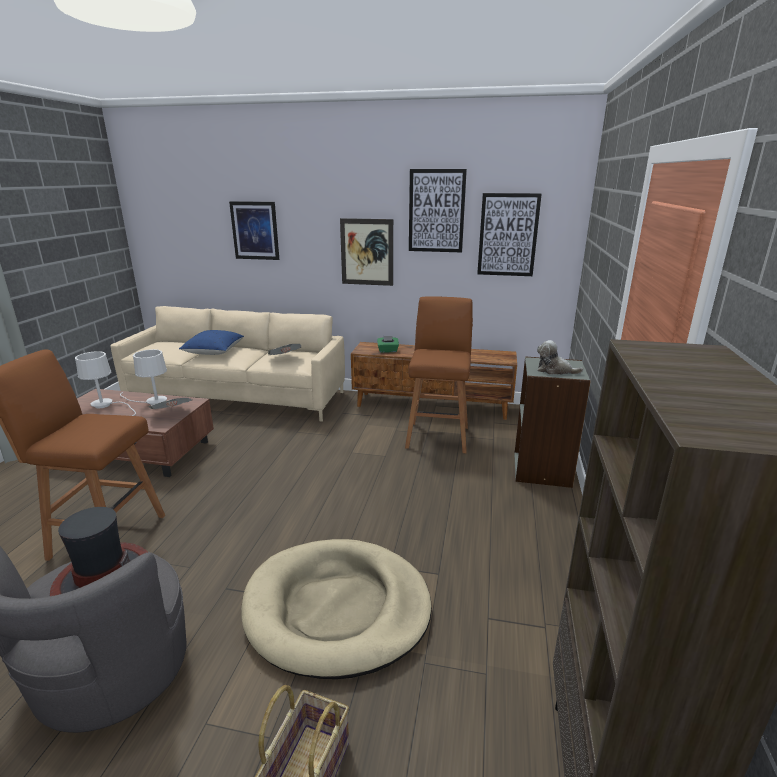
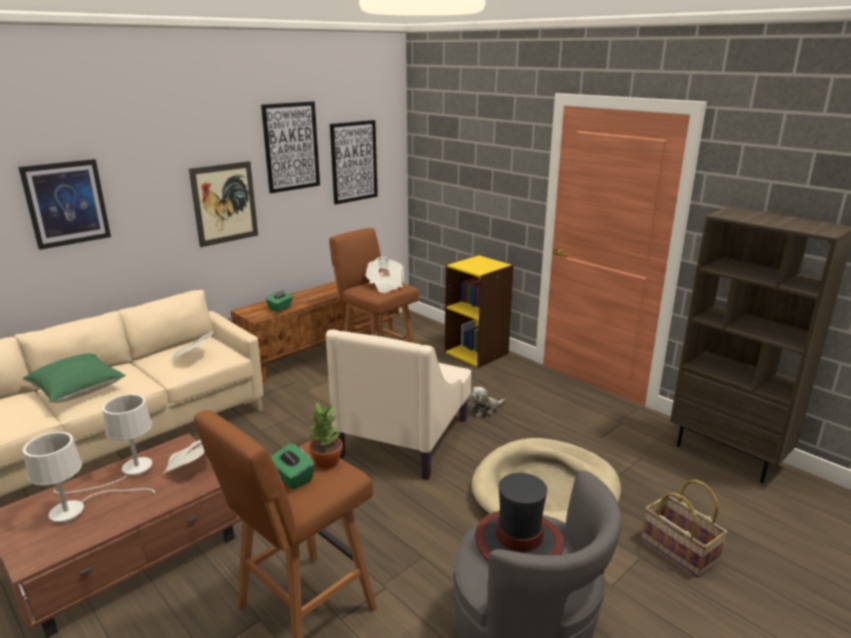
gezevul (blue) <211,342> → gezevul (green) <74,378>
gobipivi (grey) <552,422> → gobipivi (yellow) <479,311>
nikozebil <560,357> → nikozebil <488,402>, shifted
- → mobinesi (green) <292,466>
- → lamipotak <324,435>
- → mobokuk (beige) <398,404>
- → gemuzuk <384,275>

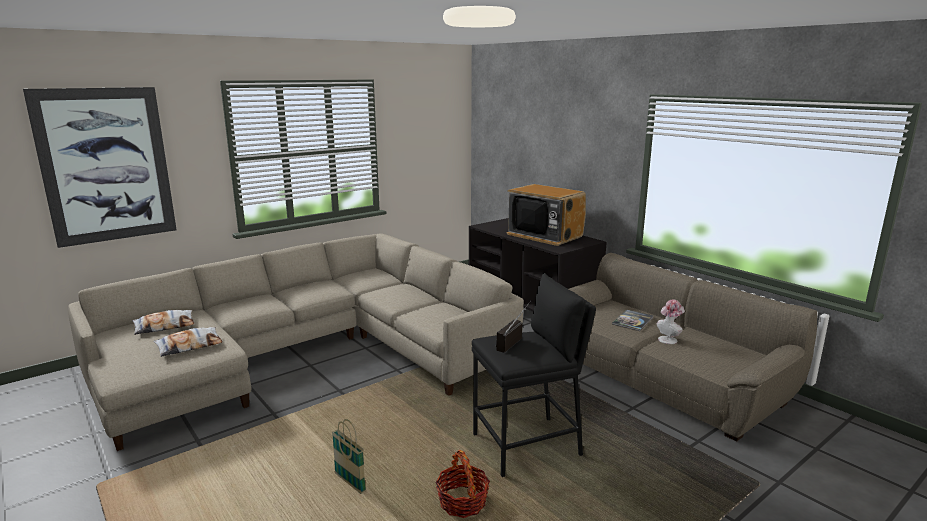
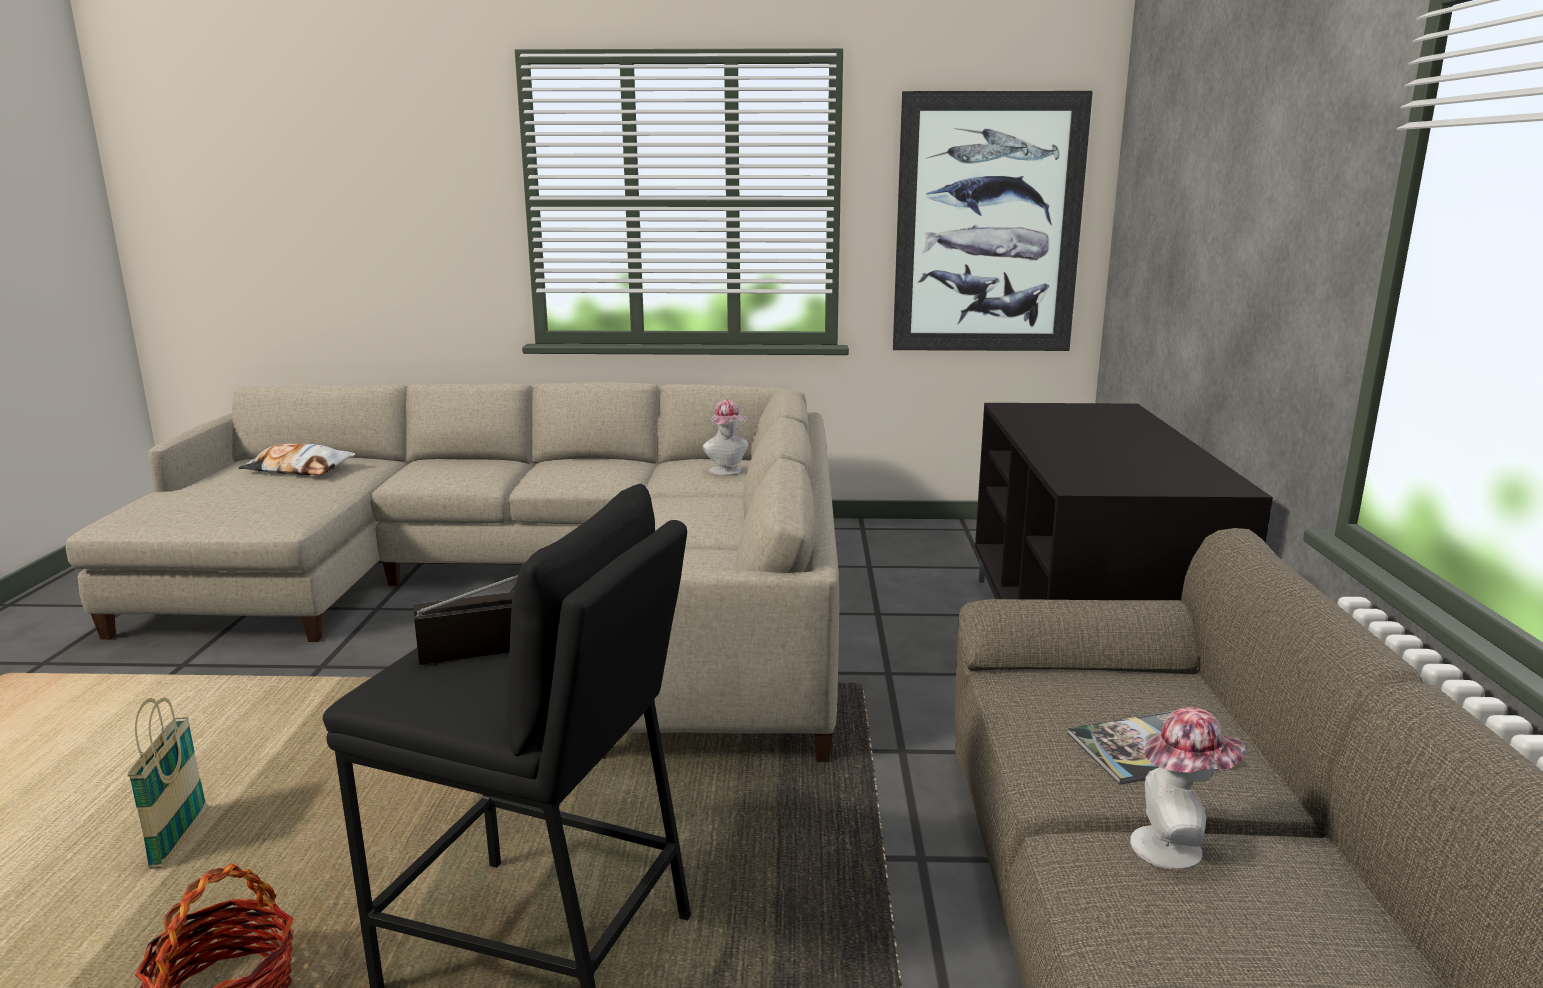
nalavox <100,167> → nalavox <993,221>, shifted
gezevul <188,342> → -
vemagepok <546,215> → -
- → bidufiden <725,437>

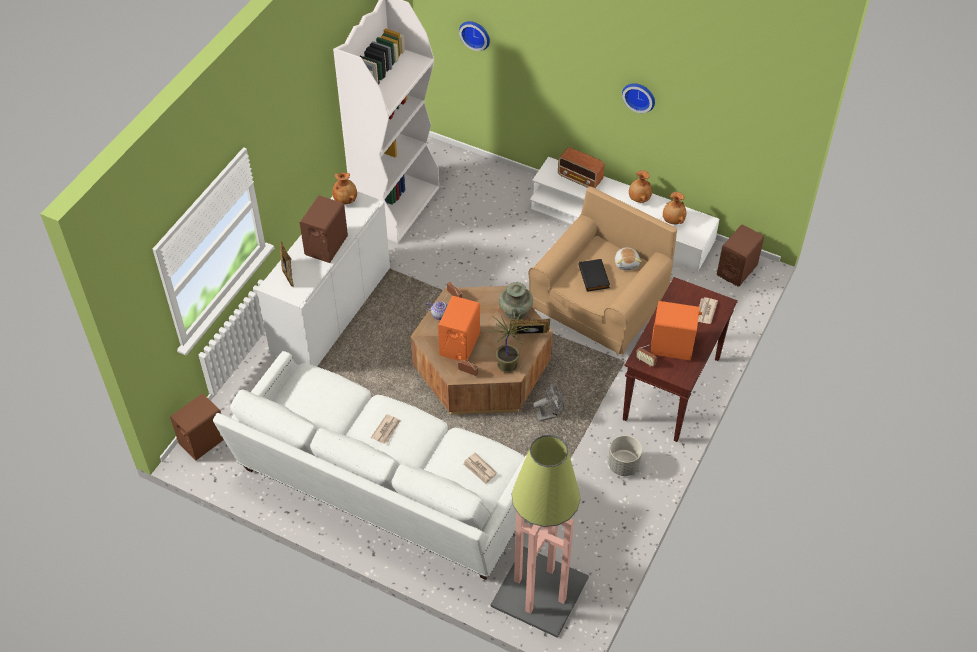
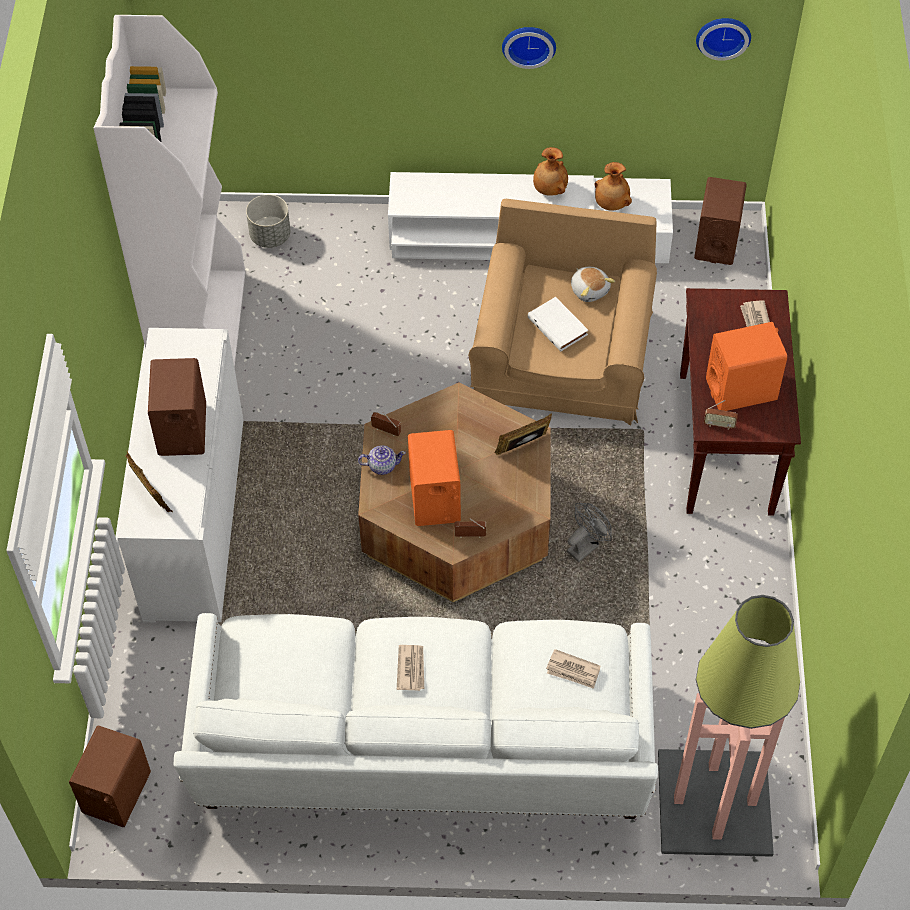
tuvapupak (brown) <344,188> → -
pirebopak <474,36> → pirebopak <723,39>, shifted
lamipotak <512,342> → -
tuvapupak (turquoise) <516,301> → -
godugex <581,167> → -
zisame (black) <594,275> → zisame (white) <558,324>
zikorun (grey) <625,456> → zikorun (grey) <268,221>, shifted

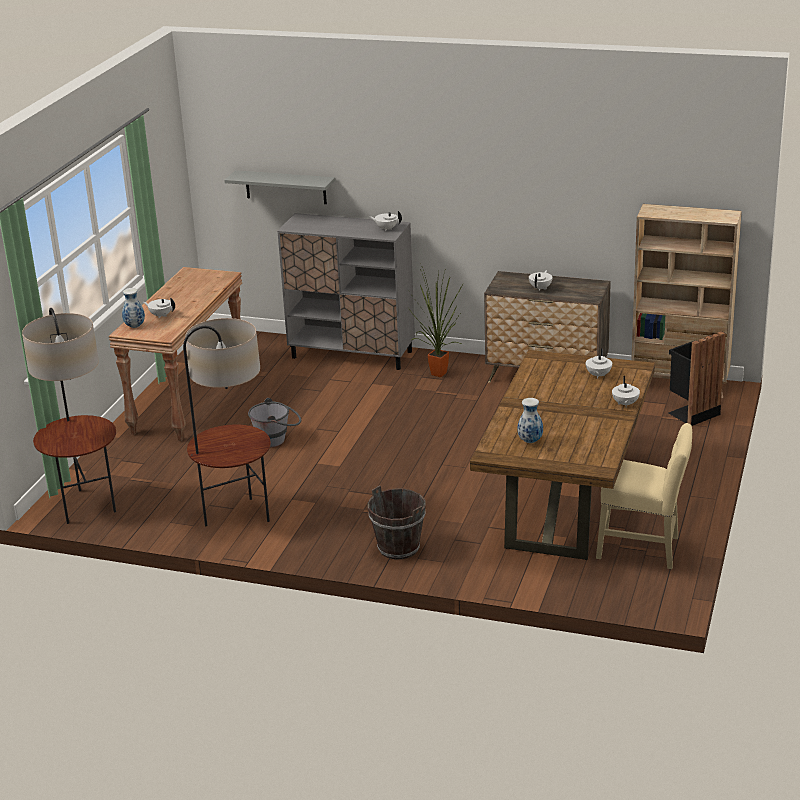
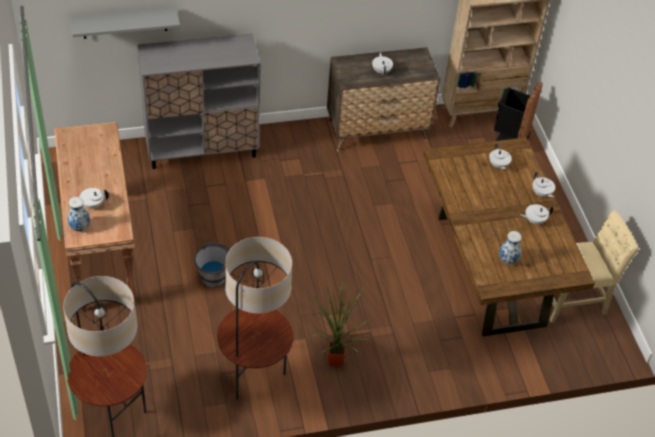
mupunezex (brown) <397,522> → -
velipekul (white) <385,221> → velipekul (white) <536,214>, shifted
lamipotak <436,322> → lamipotak <341,324>, shifted

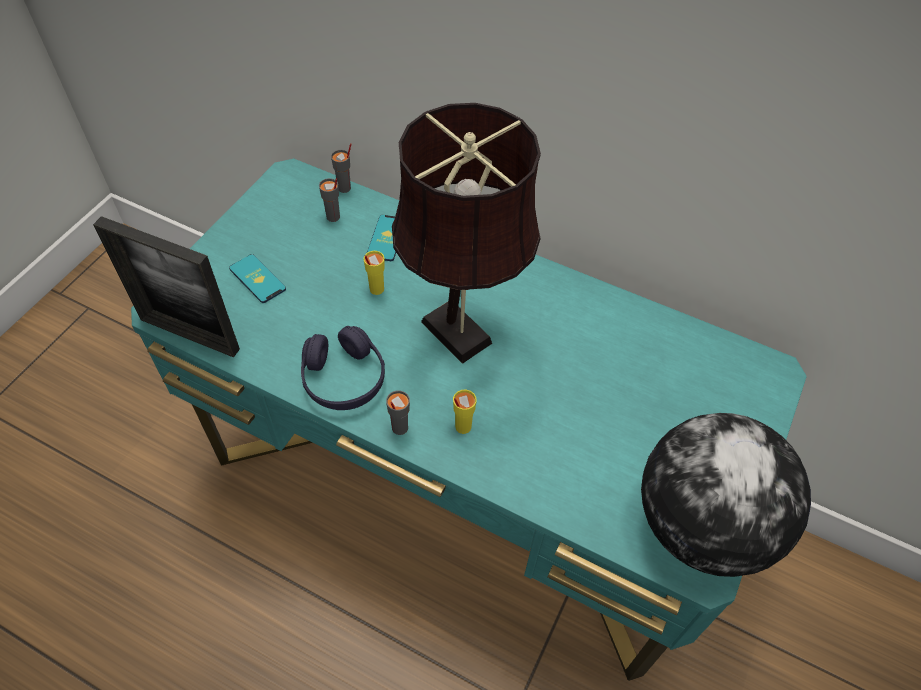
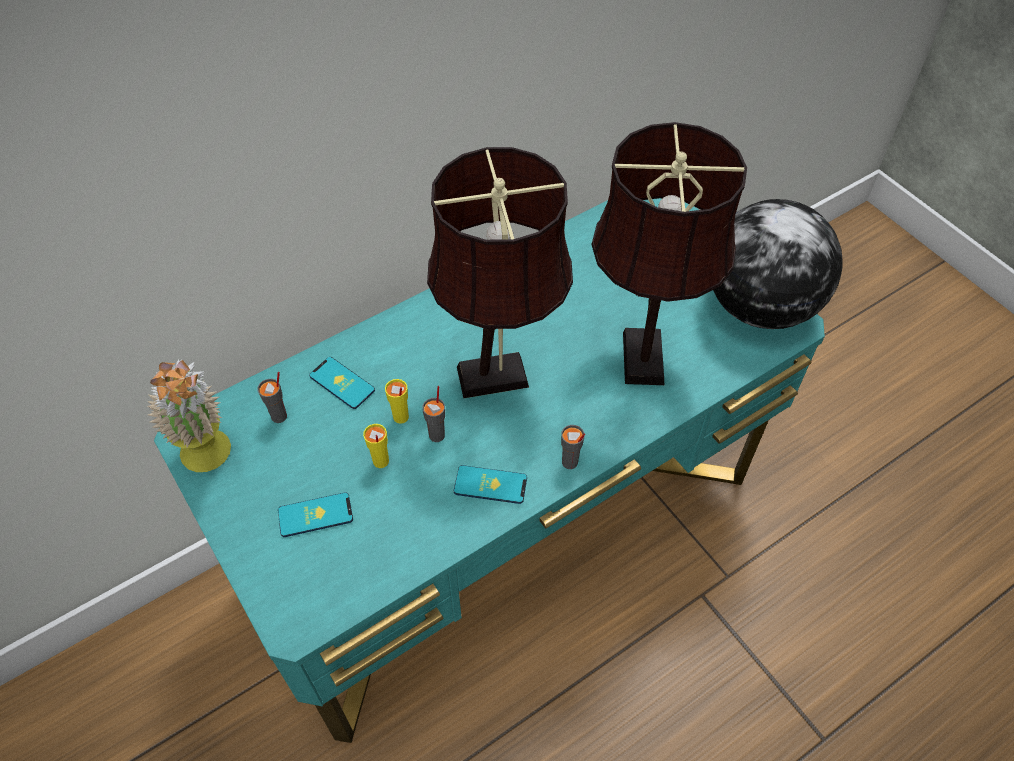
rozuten <166,286> → -
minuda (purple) <343,368> → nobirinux <490,484>
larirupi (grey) <341,168> → larirupi (grey) <433,414>, shifted
larirupi (yellow) <465,412> → larirupi (yellow) <376,446>, shifted
- → lamipotak <189,415>
- → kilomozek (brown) <669,253>

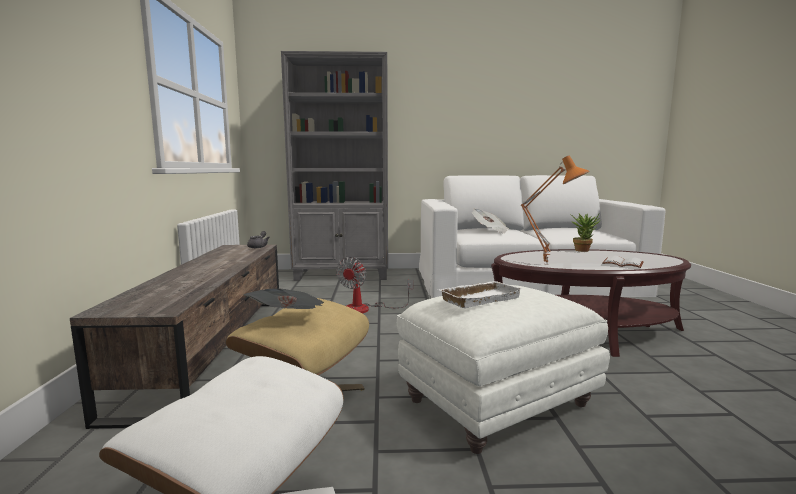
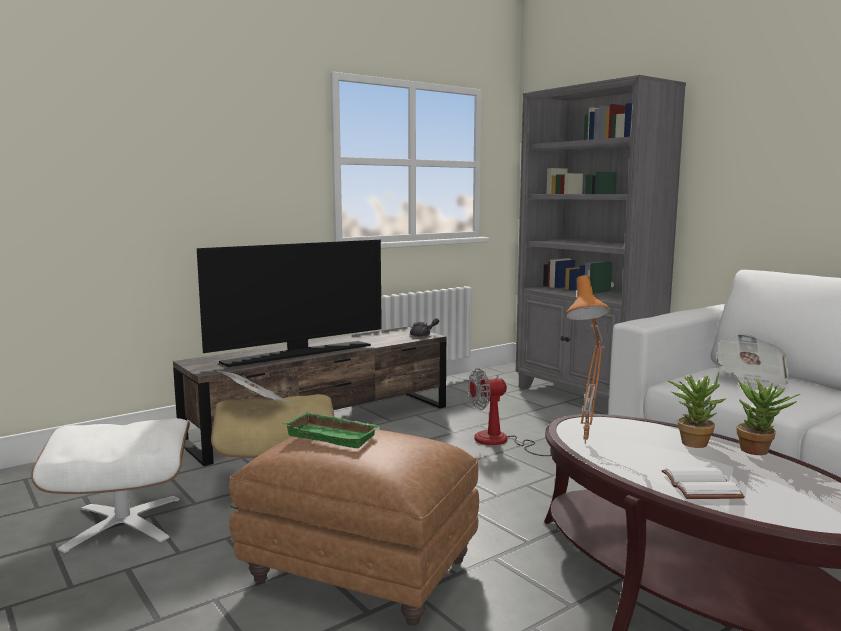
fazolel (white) <503,369> → fazolel (brown) <354,527>
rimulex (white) <480,294> → rimulex (green) <331,430>
- → vemagepok <289,303>
- → lamipotak <697,410>

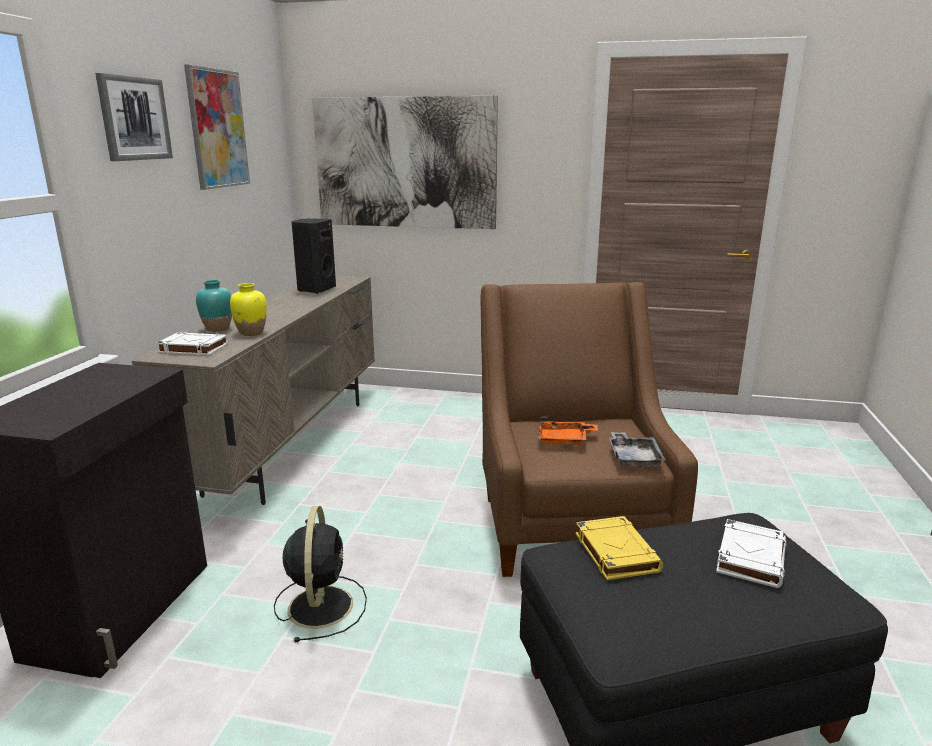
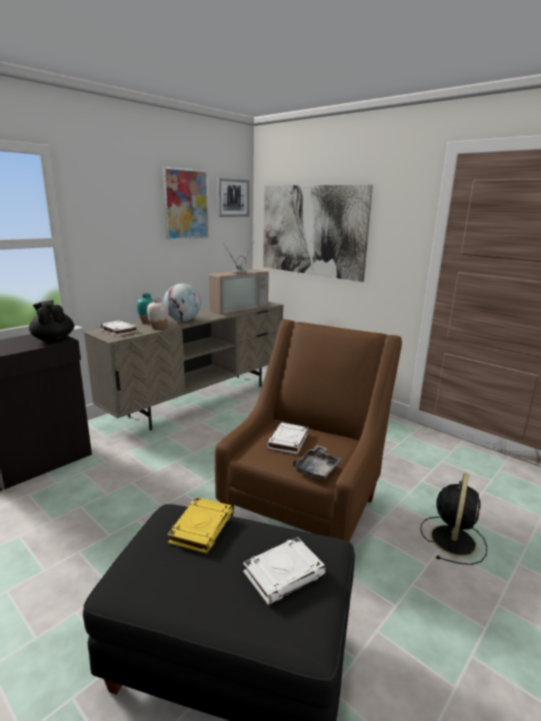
nalavox <134,117> → nalavox <233,197>, shifted
tuvapupak (yellow) <248,309> → tuvapupak (white) <158,313>
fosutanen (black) <320,574> → fosutanen (black) <453,519>, shifted
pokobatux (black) <313,256> → vemagepok <238,279>
rimulex (orange) <568,431> → zisame (white) <287,438>
- → velipekul (black) <51,321>
- → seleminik <182,302>

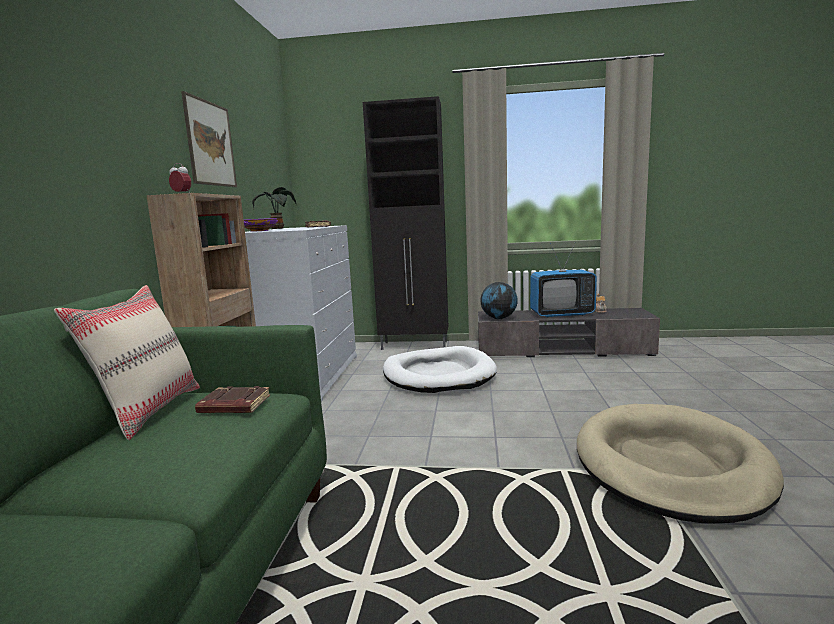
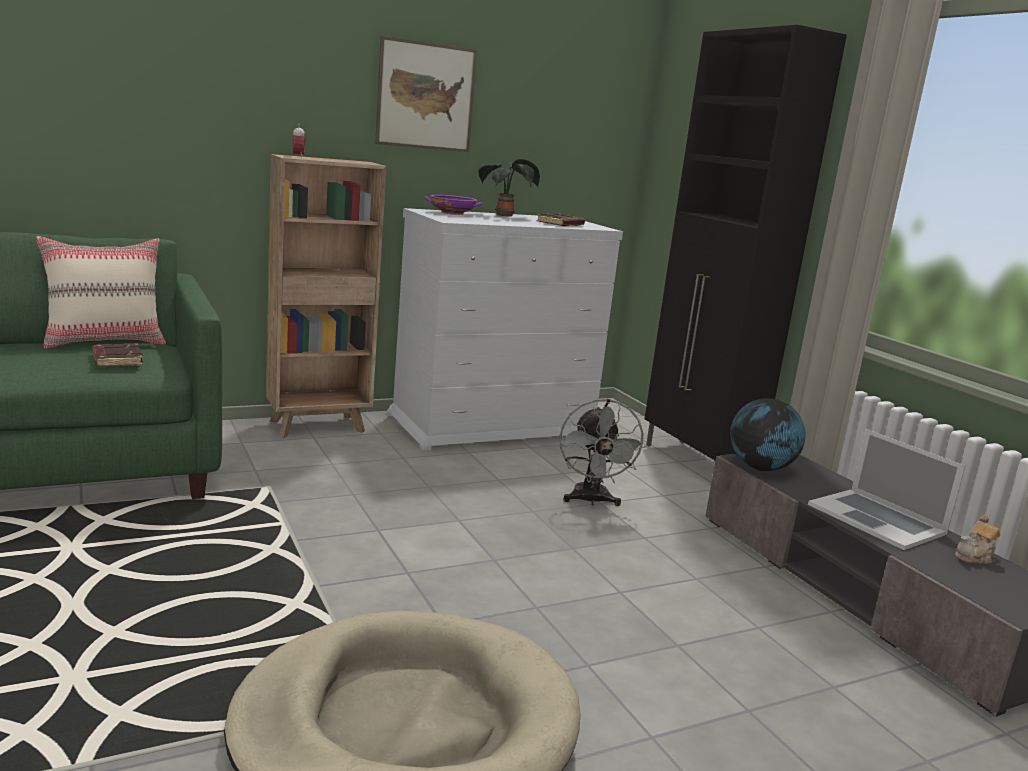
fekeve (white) <440,369> → fosutanen (grey) <603,452>
vemagepok <563,280> → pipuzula <886,489>

